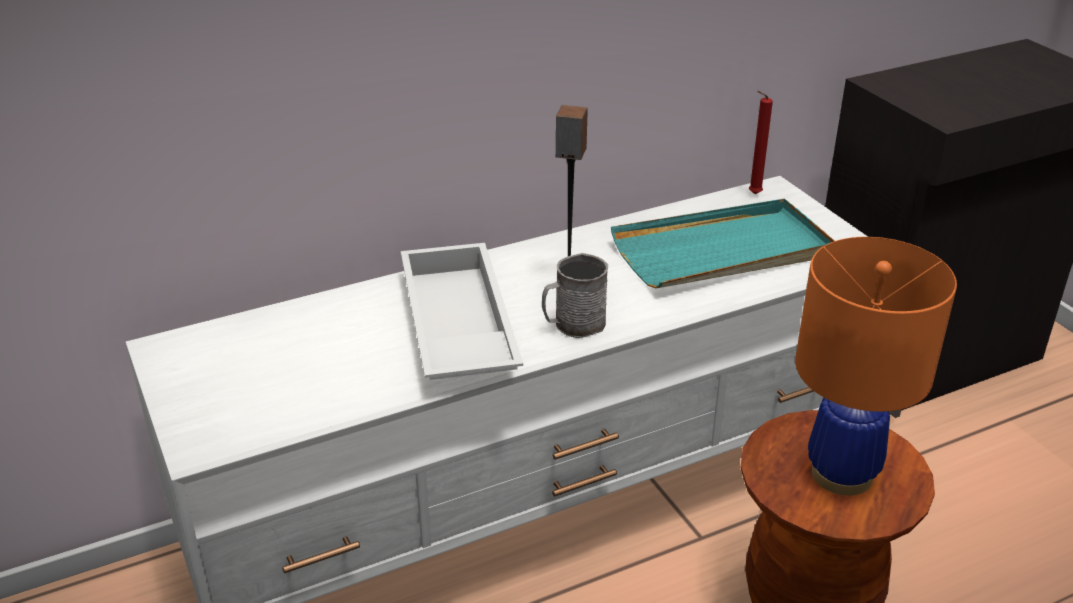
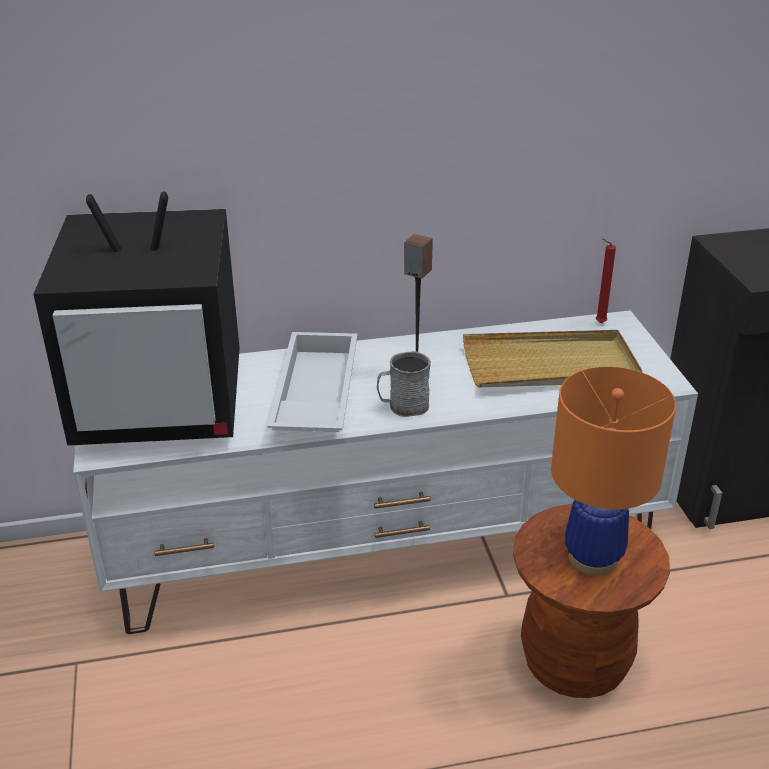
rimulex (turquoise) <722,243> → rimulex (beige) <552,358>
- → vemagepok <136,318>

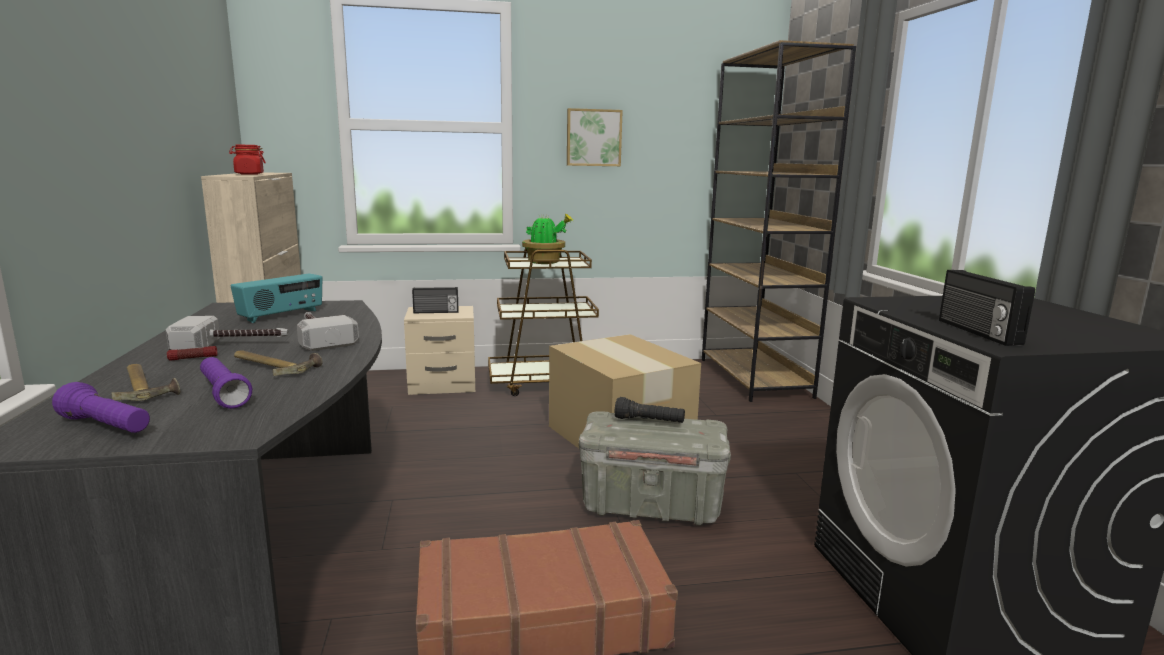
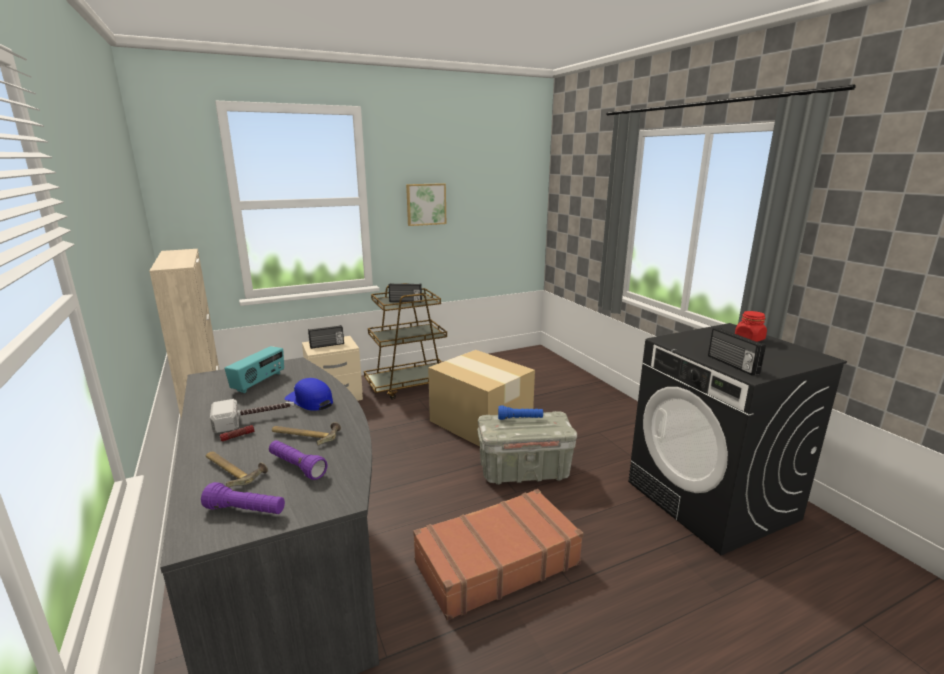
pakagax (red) <247,159> → pakagax (red) <751,326>, shifted
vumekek <328,331> → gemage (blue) <308,394>
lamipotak <547,239> → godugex <405,293>
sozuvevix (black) <650,410> → sozuvevix (blue) <520,412>
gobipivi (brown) <779,221> → -

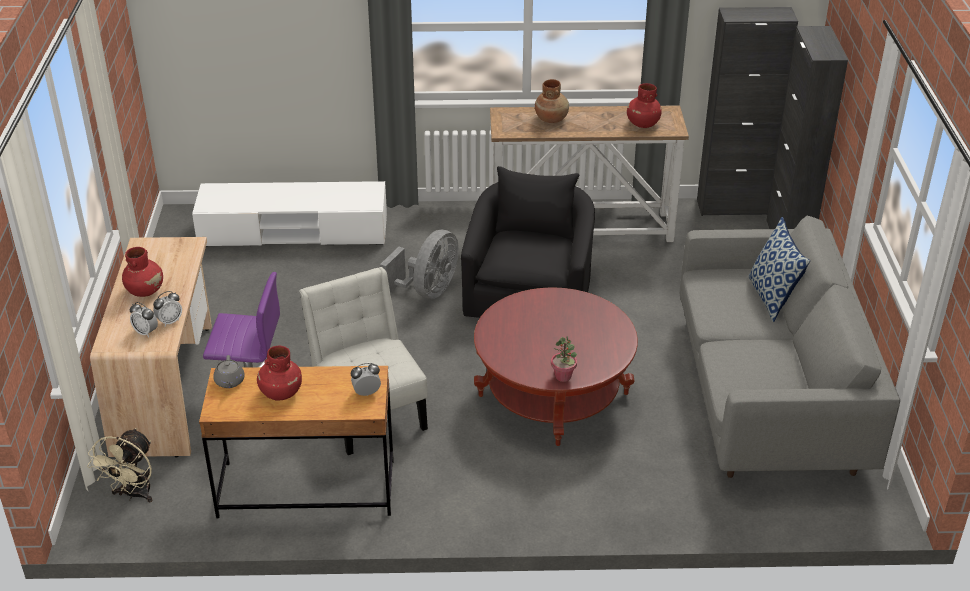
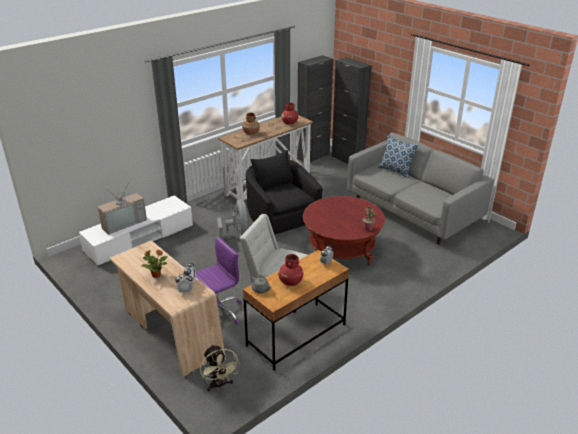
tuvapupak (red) <142,272> → lamipotak <154,264>
- → vemagepok <122,207>

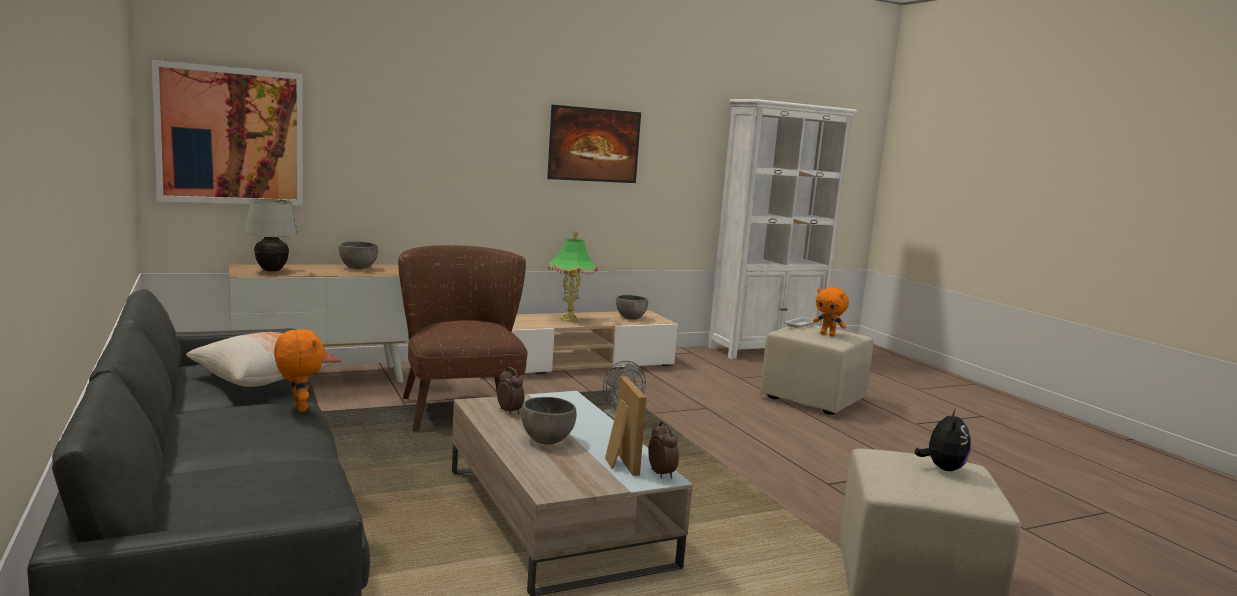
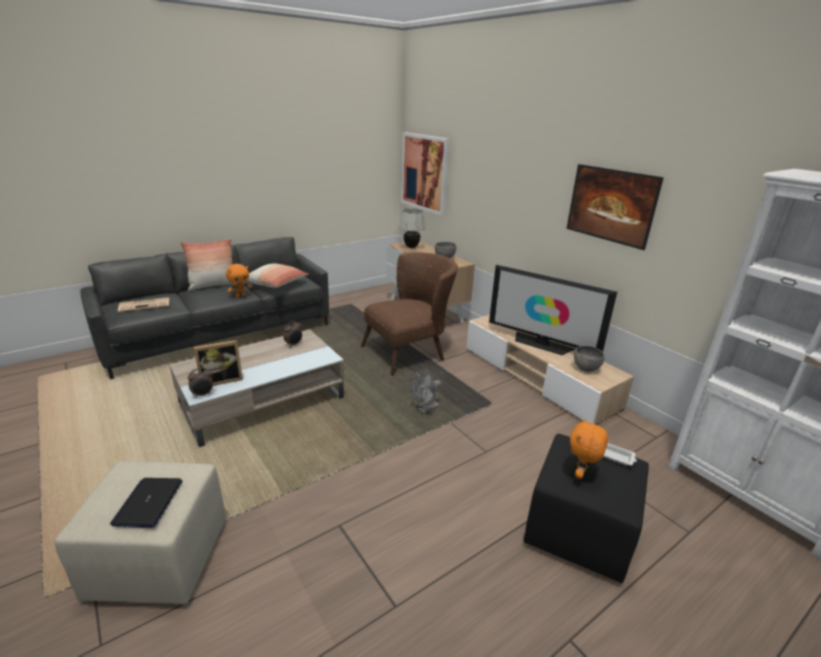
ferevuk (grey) <549,421> → -
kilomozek <573,277> → vemagepok <553,310>
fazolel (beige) <817,370> → fazolel (black) <586,508>
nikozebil <943,439> → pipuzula <146,503>
- → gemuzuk <143,304>
- → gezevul <207,265>

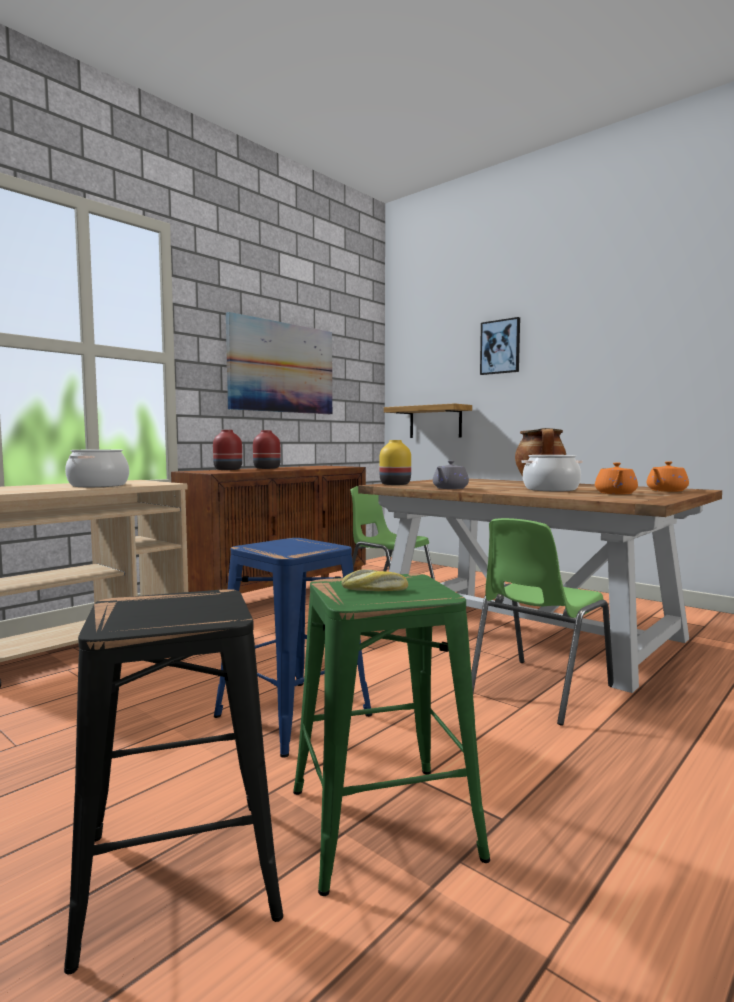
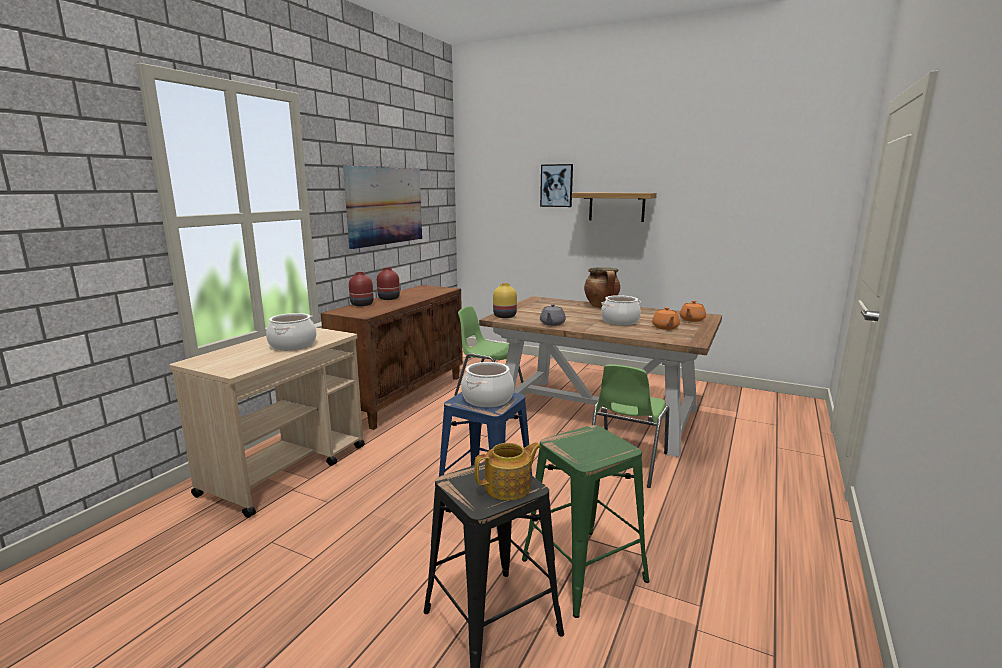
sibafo <375,580> → -
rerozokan <428,420> → rerozokan <614,207>, shifted
- → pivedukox <487,384>
- → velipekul <507,471>

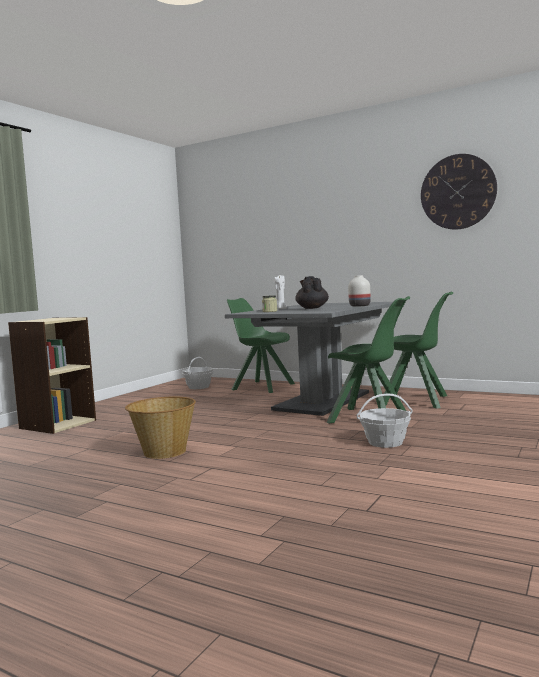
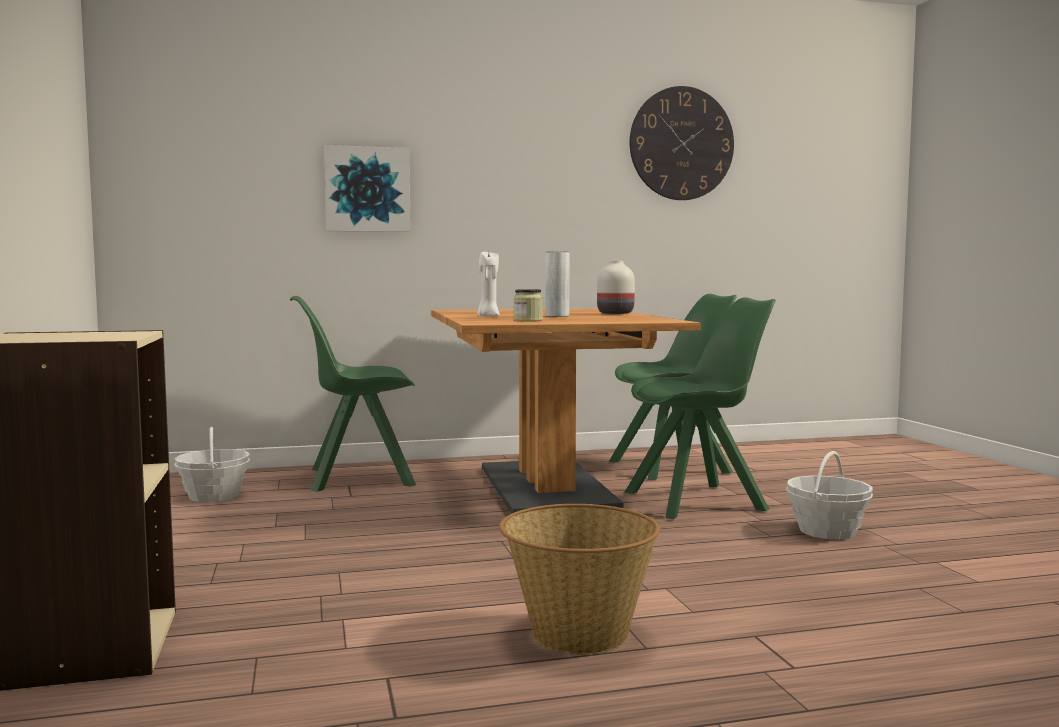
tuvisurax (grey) <309,359> → tuvisurax (brown) <566,411>
velipekul (black) <312,292> → tuvapupak (grey) <557,284>
- → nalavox <367,188>

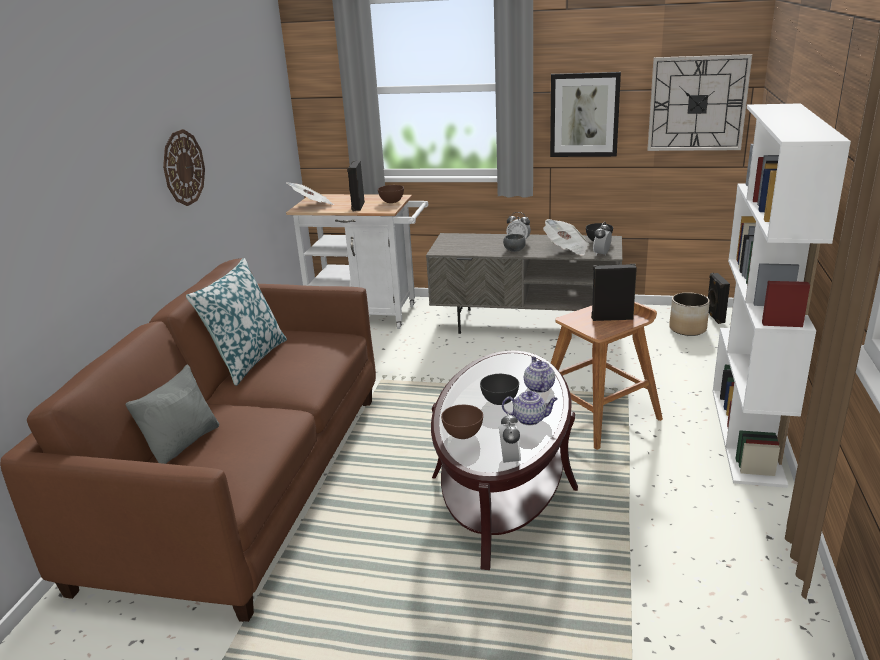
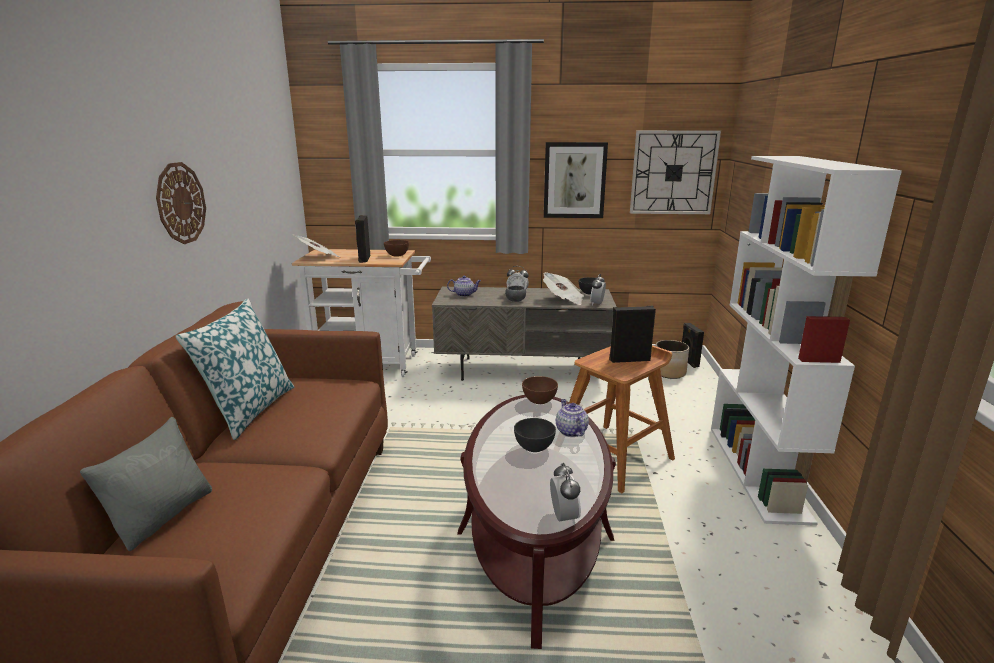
ferevuk (brown) <462,422> → ferevuk (brown) <540,390>, shifted
velipekul <530,408> → velipekul <464,286>, shifted

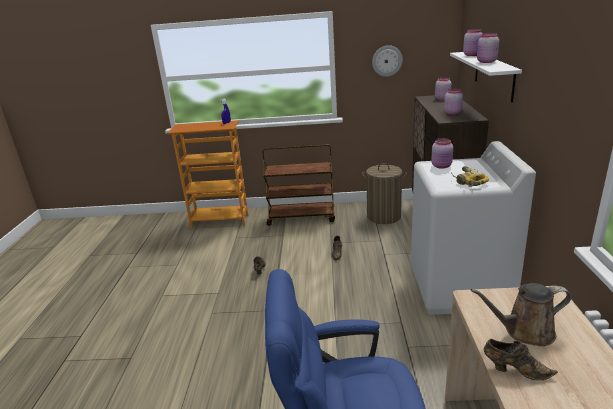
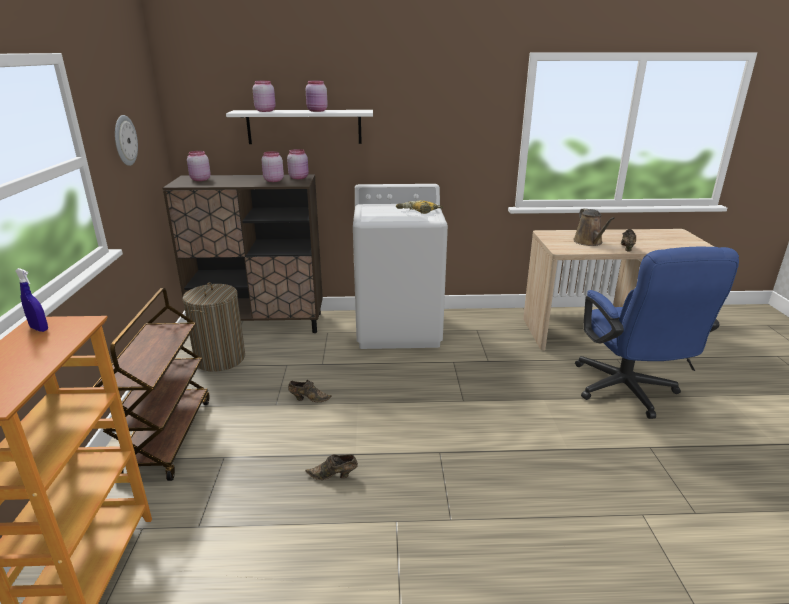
pakagax (pink) <442,153> → pakagax (pink) <298,164>, shifted

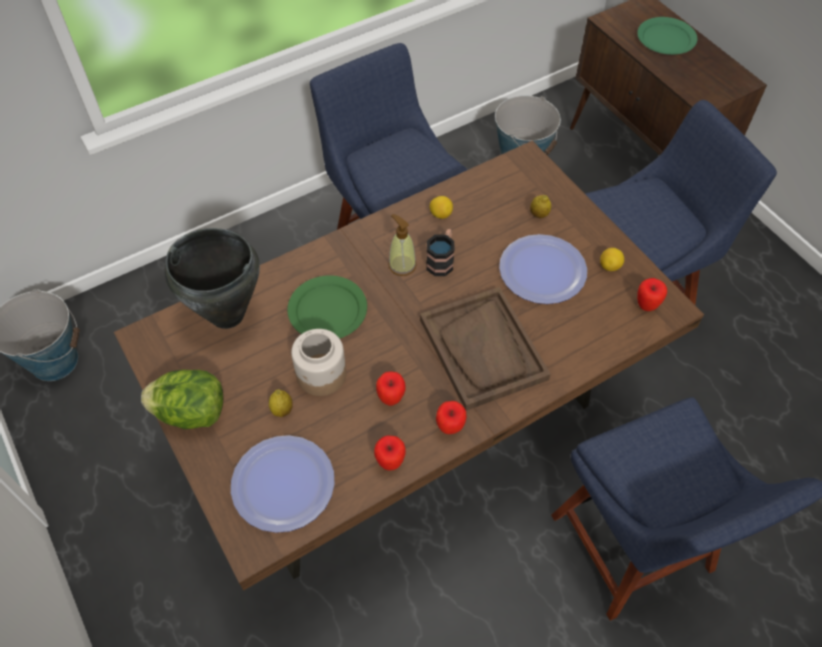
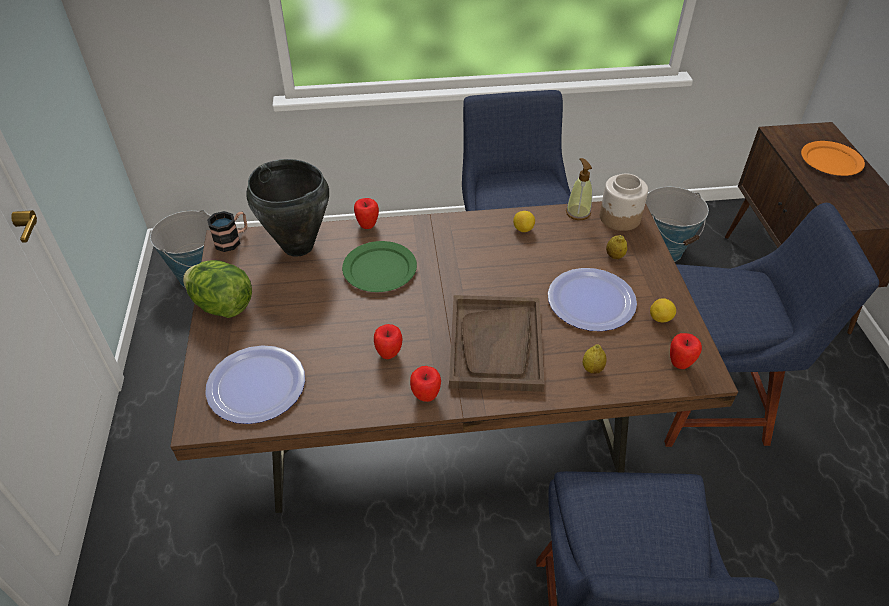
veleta <281,403> → veleta <595,359>, shifted
pakagax <318,362> → pakagax <624,202>, shifted
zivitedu <390,453> → zivitedu <366,213>, shifted
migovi <402,245> → migovi <579,189>, shifted
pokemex <440,252> → pokemex <227,231>, shifted
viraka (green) <667,36> → viraka (orange) <833,158>

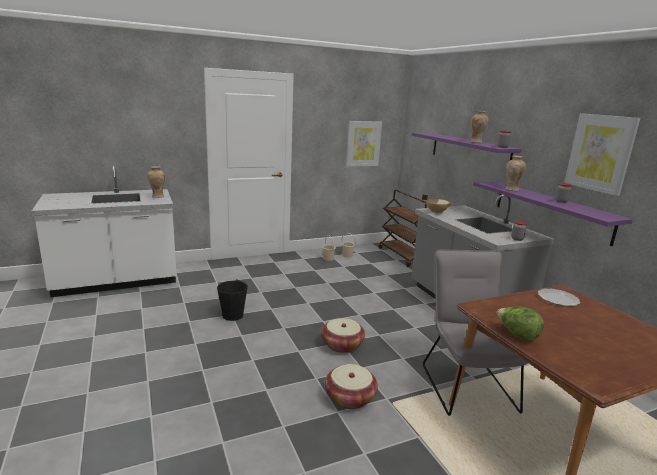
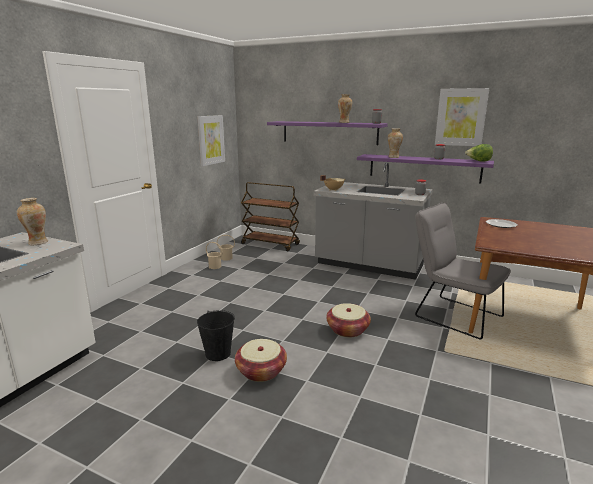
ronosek <351,386> → ronosek <261,360>, shifted
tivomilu <520,324> → tivomilu <479,153>, shifted

